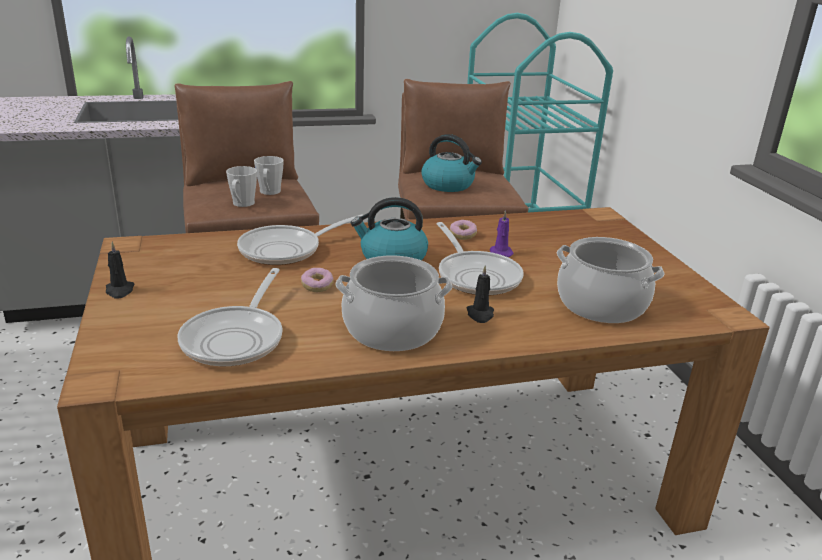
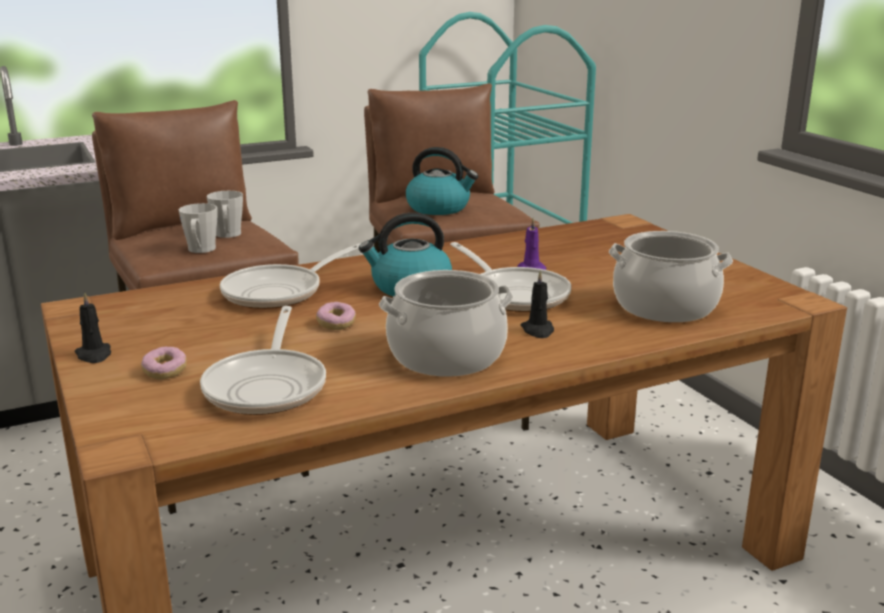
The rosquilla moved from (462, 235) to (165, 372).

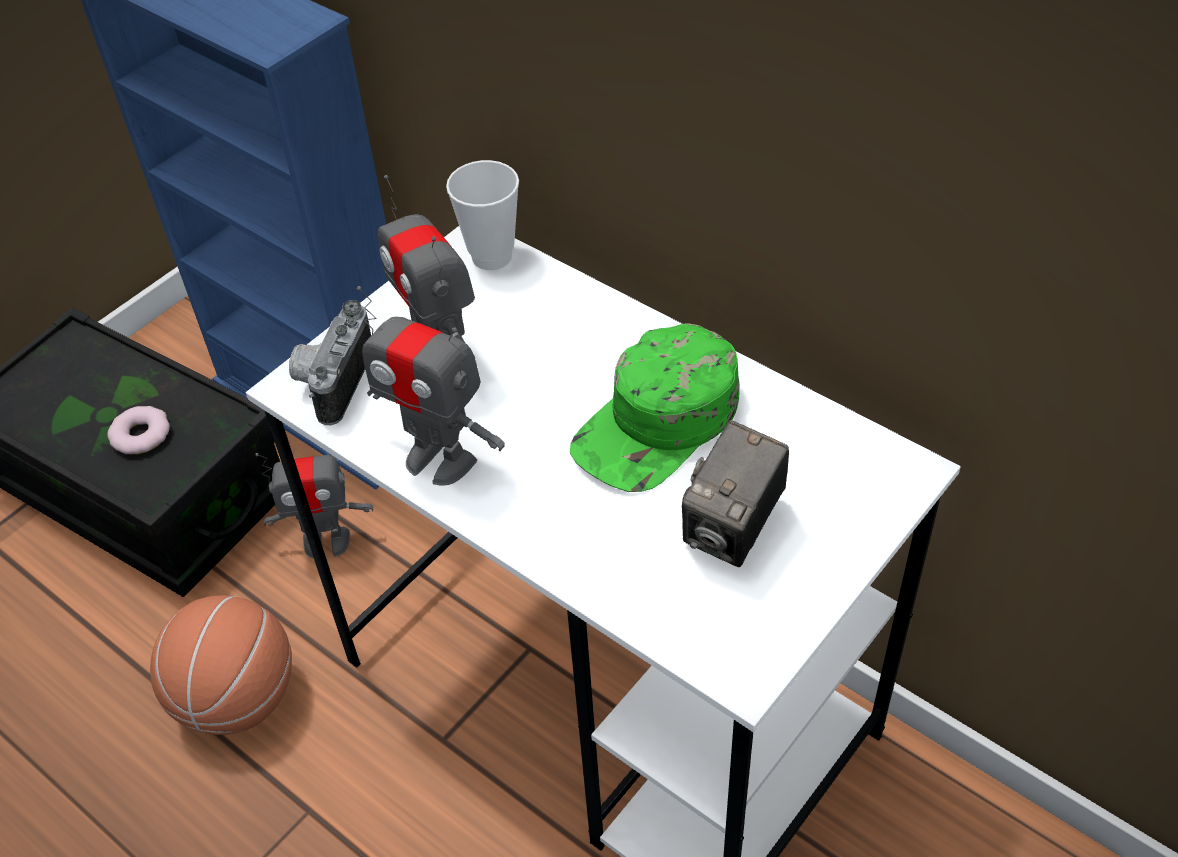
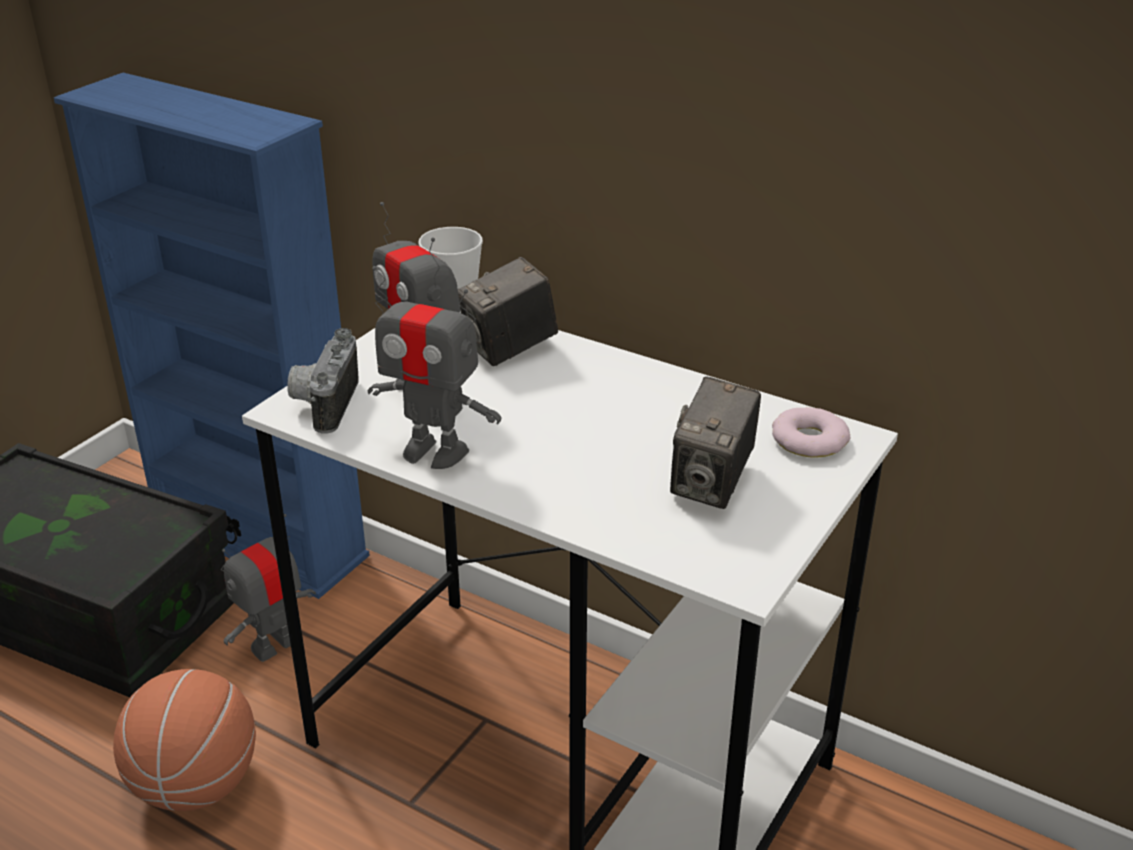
The rosquilla moved from (141, 435) to (808, 440).
The robot de juguete at (326, 542) turned 150 degrees clockwise.
The gorra/verde at (659, 423) disappeared.
The cámara at (509, 349) appeared.

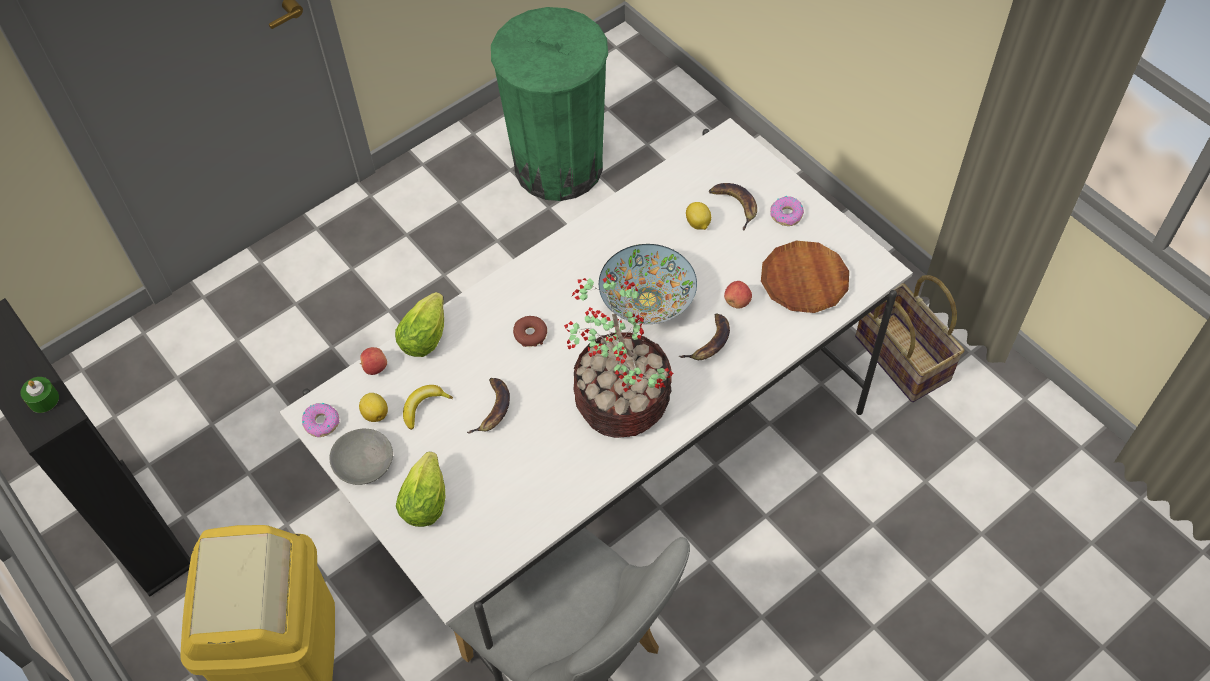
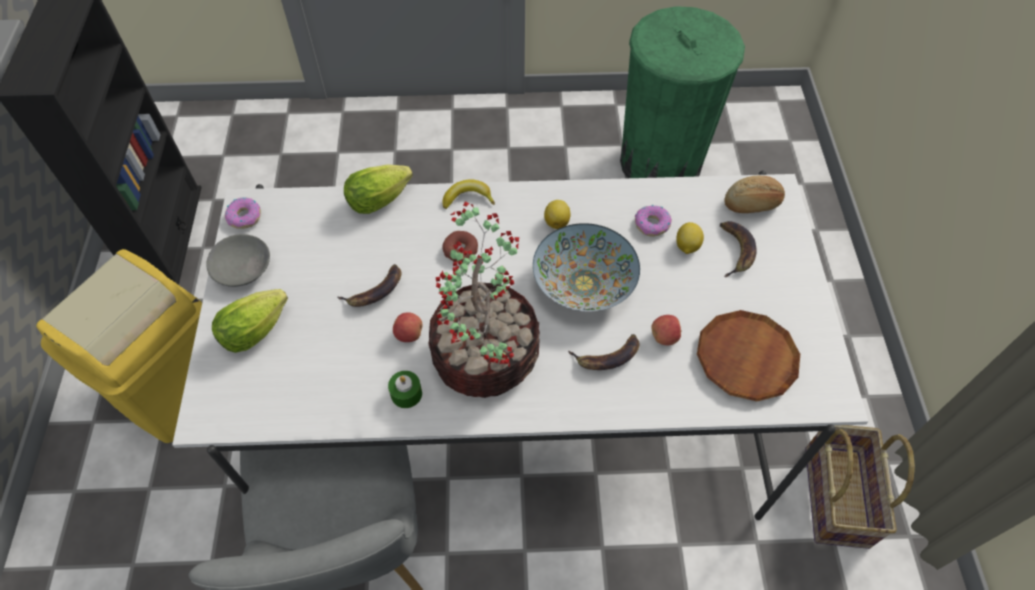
The vela/verde moved from (43, 399) to (406, 394).
The limón moved from (375, 413) to (557, 221).
The manzana moved from (375, 367) to (409, 334).
The plátano moved from (424, 407) to (468, 198).
The rosquilla moved from (786, 214) to (652, 224).
The pan at (752, 204) appeared.

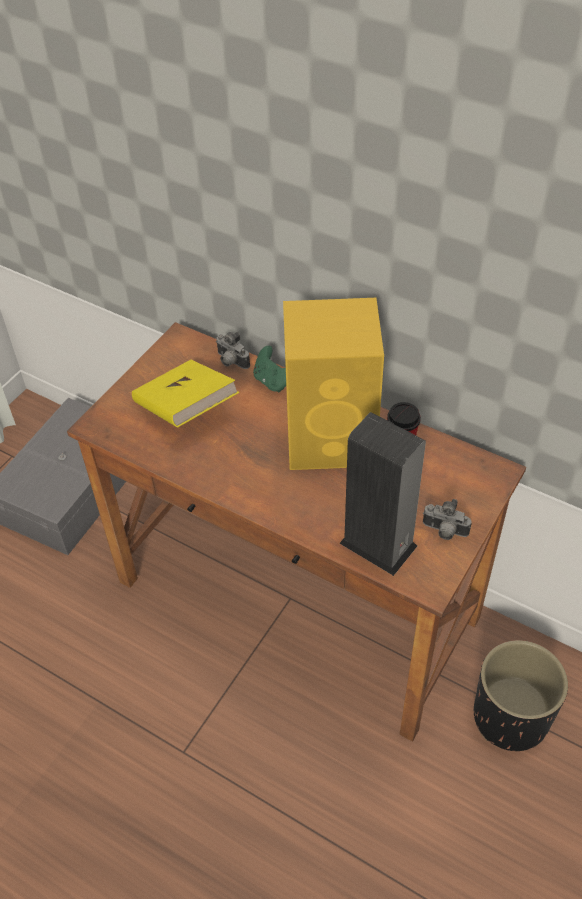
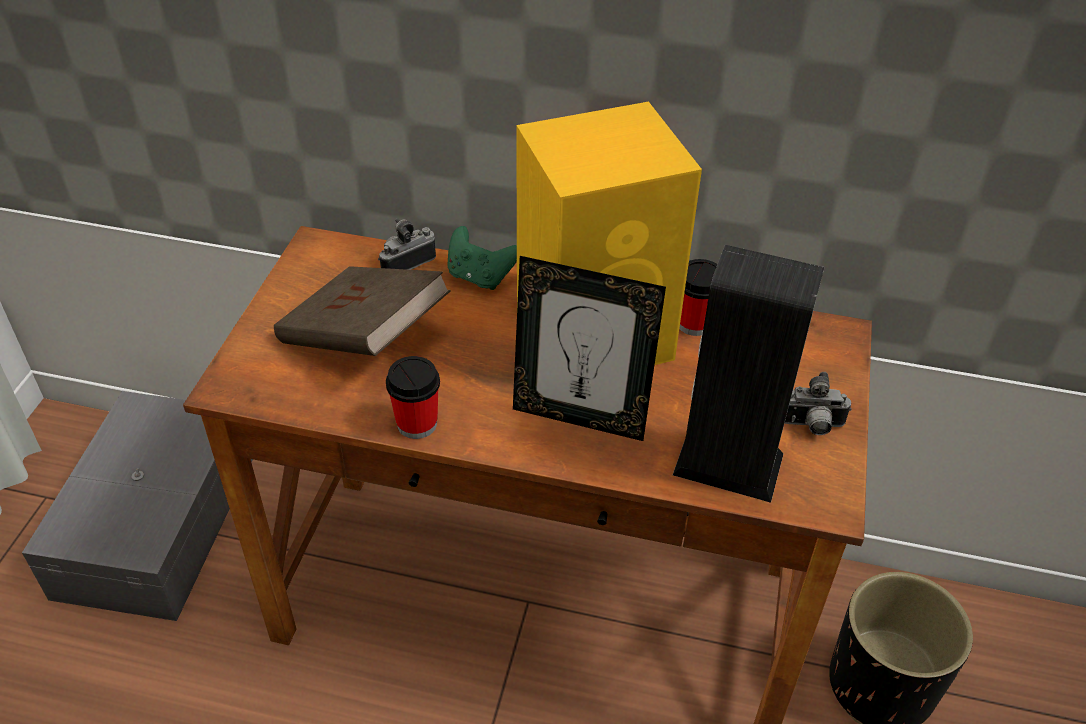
The libro/amarillo at (186, 410) became the libro/marrón at (364, 338).
The cámara at (230, 362) turned 120 degrees clockwise.
The taza at (417, 424) appeared.
The portarretratos at (580, 417) appeared.

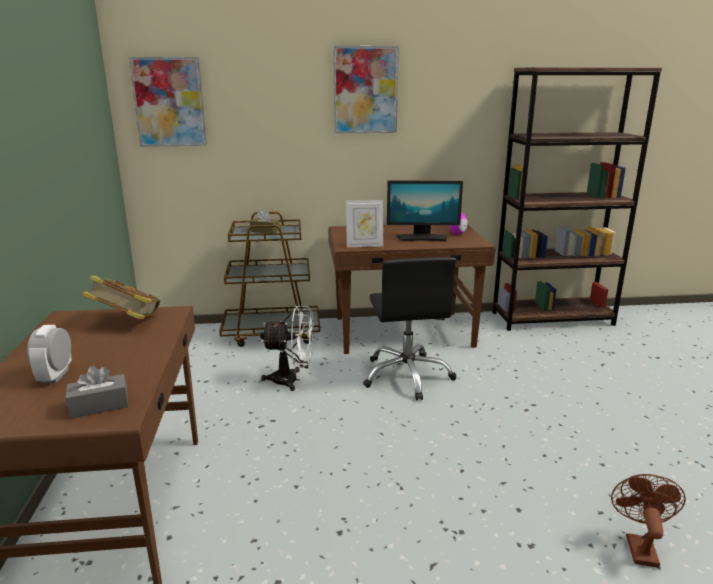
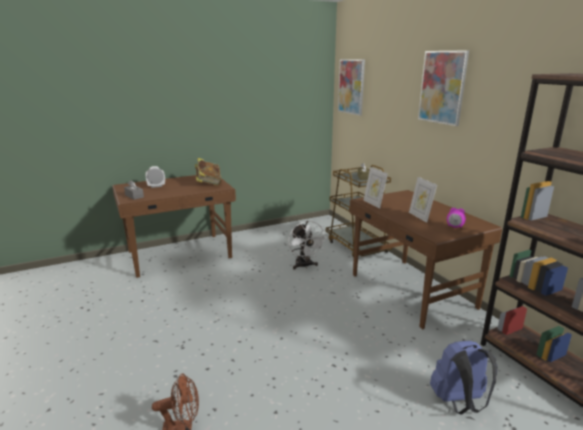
The silla de oficina/negro at (407, 376) disappeared.
The monitor at (422, 238) was replaced by the portarretratos at (420, 217).
The mochila/azul at (459, 403) appeared.

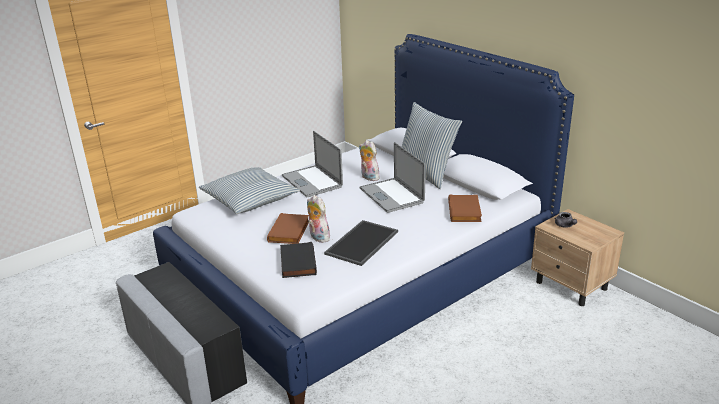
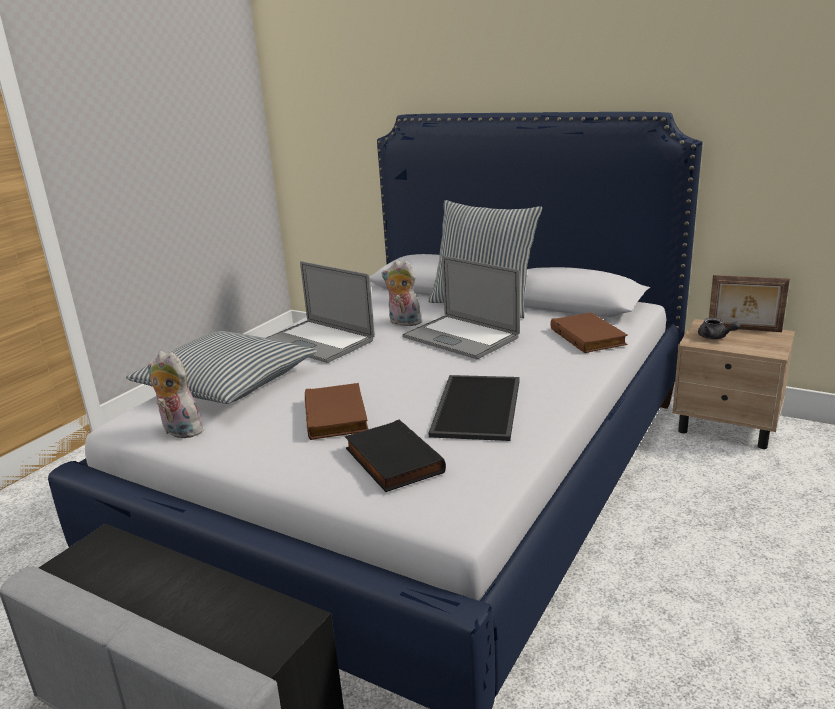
The peluche moved from (317, 237) to (179, 431).
The portarretratos at (744, 329) appeared.

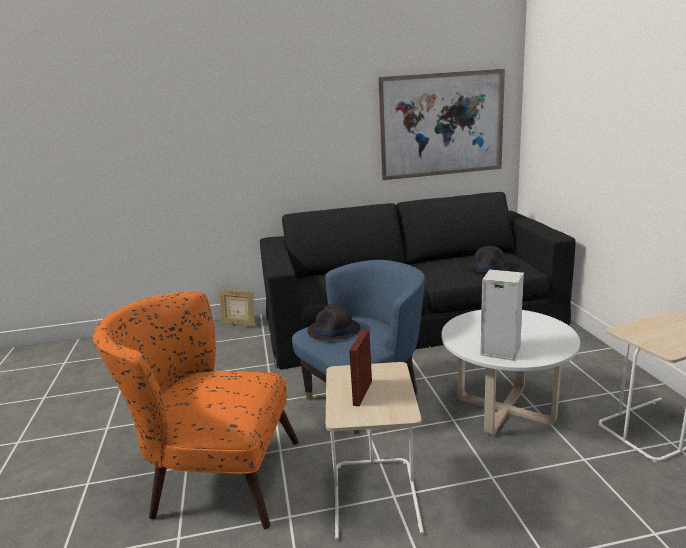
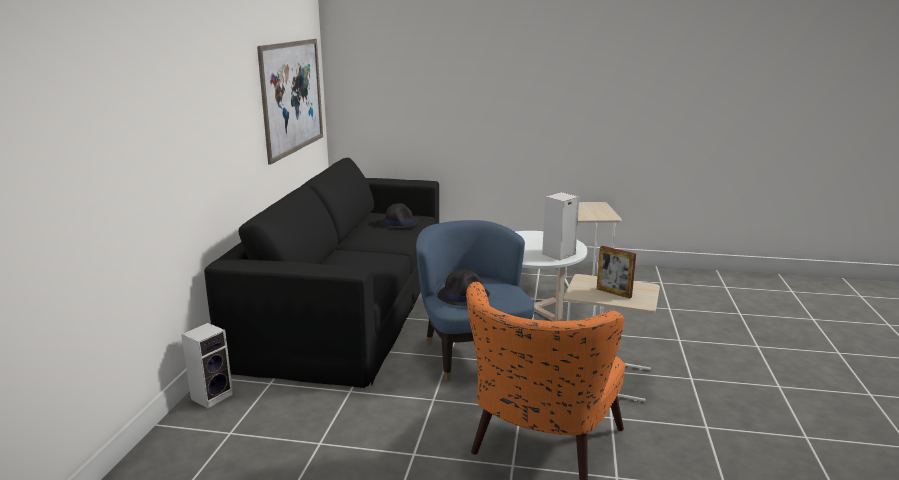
The portarretratos at (239, 324) was replaced by the altavoz at (213, 396).

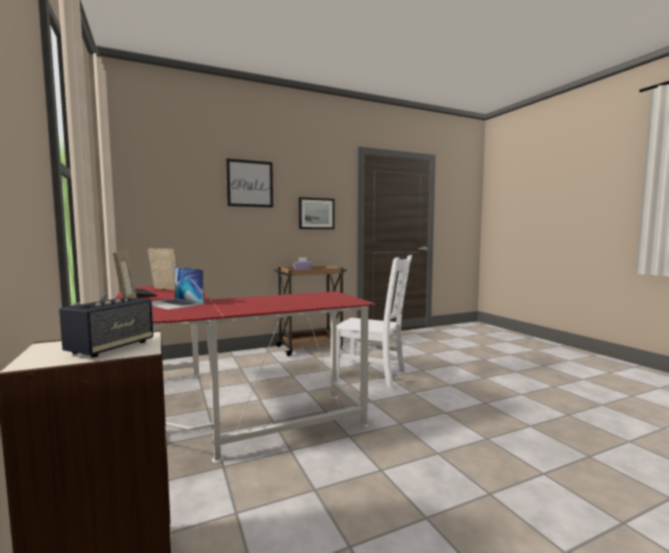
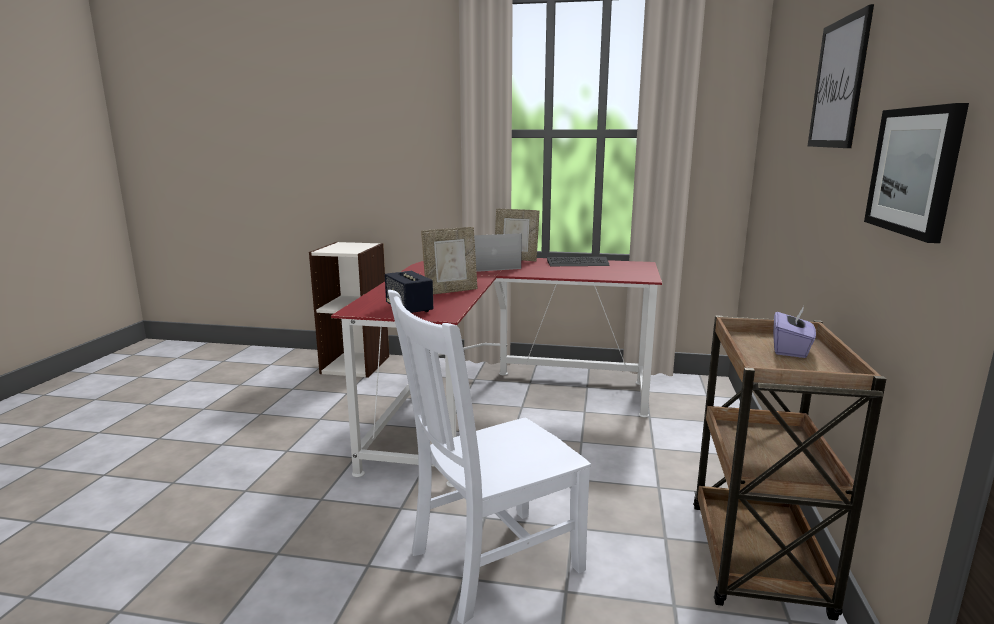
The altavoz moved from (111, 348) to (409, 309).
The portarretratos moved from (165, 289) to (451, 291).

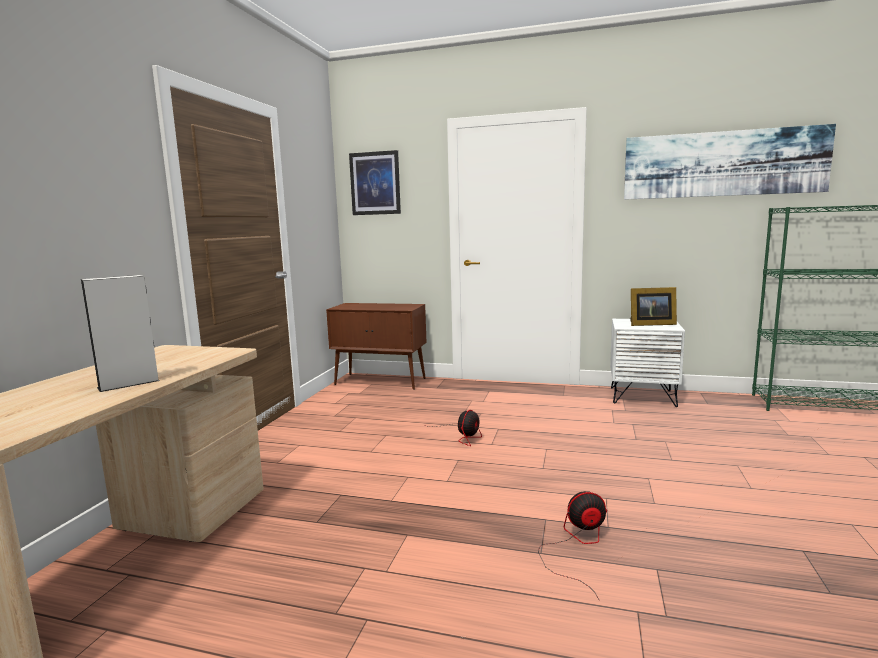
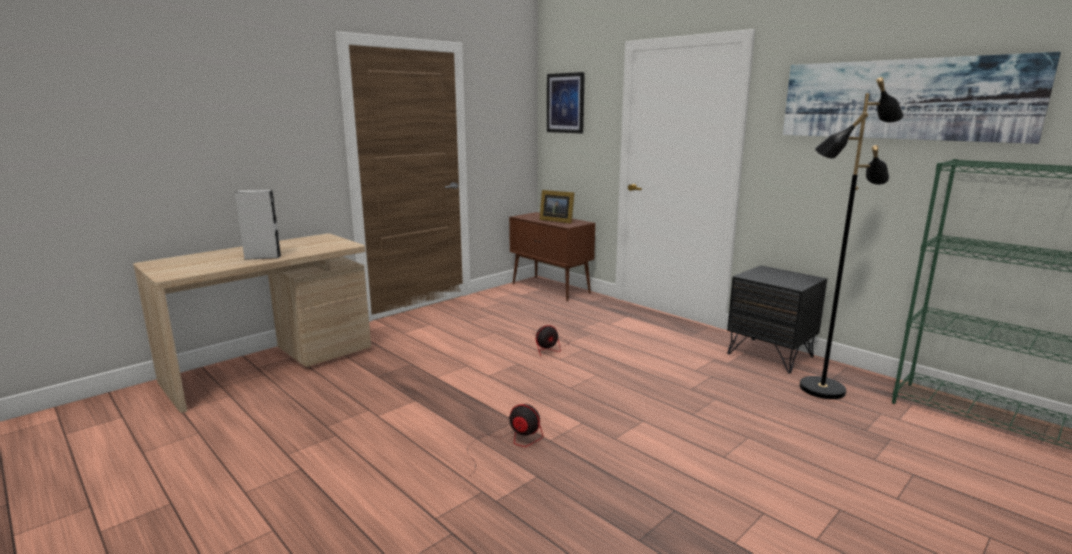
The mesita de noche/blanco at (642, 396) became the mesita de noche/negro at (770, 355).
The portarretratos moved from (650, 324) to (556, 220).
The lámpara de pie/negro at (821, 388) appeared.

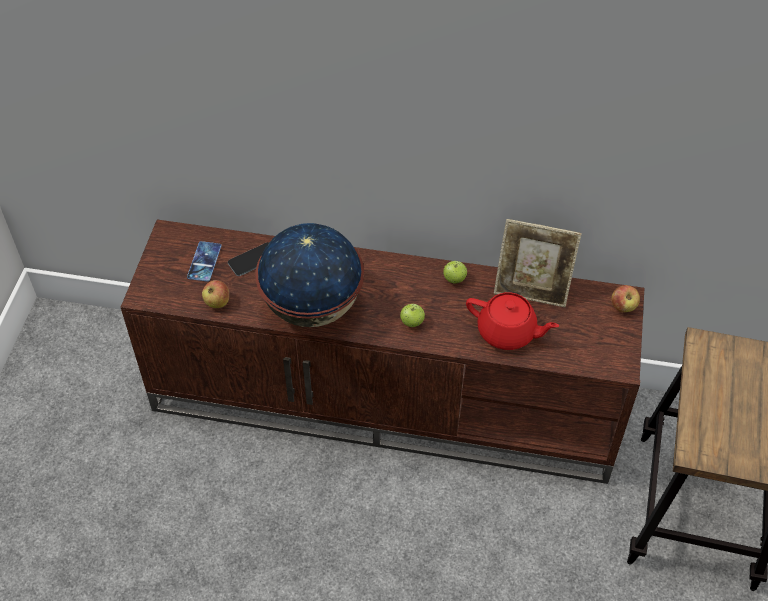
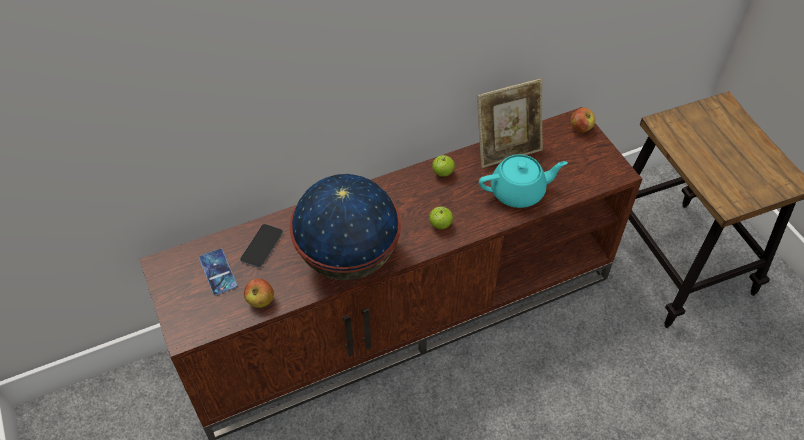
The tetera/rojo at (507, 332) became the tetera/turquesa at (518, 192).

